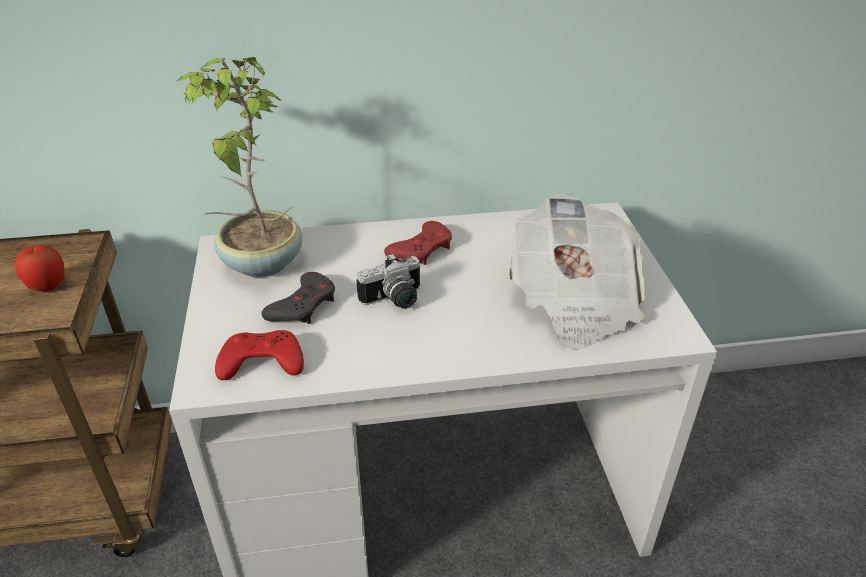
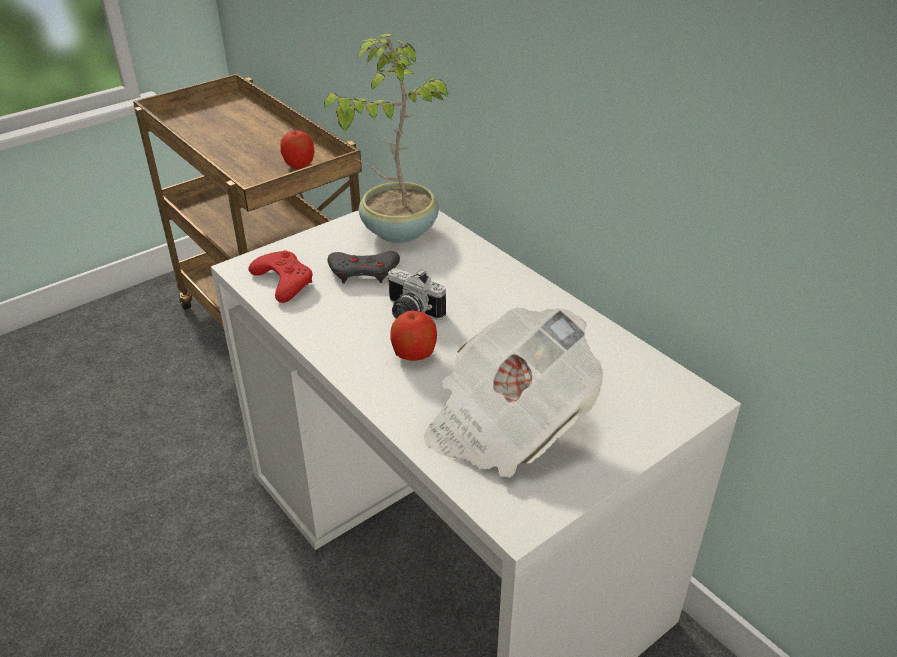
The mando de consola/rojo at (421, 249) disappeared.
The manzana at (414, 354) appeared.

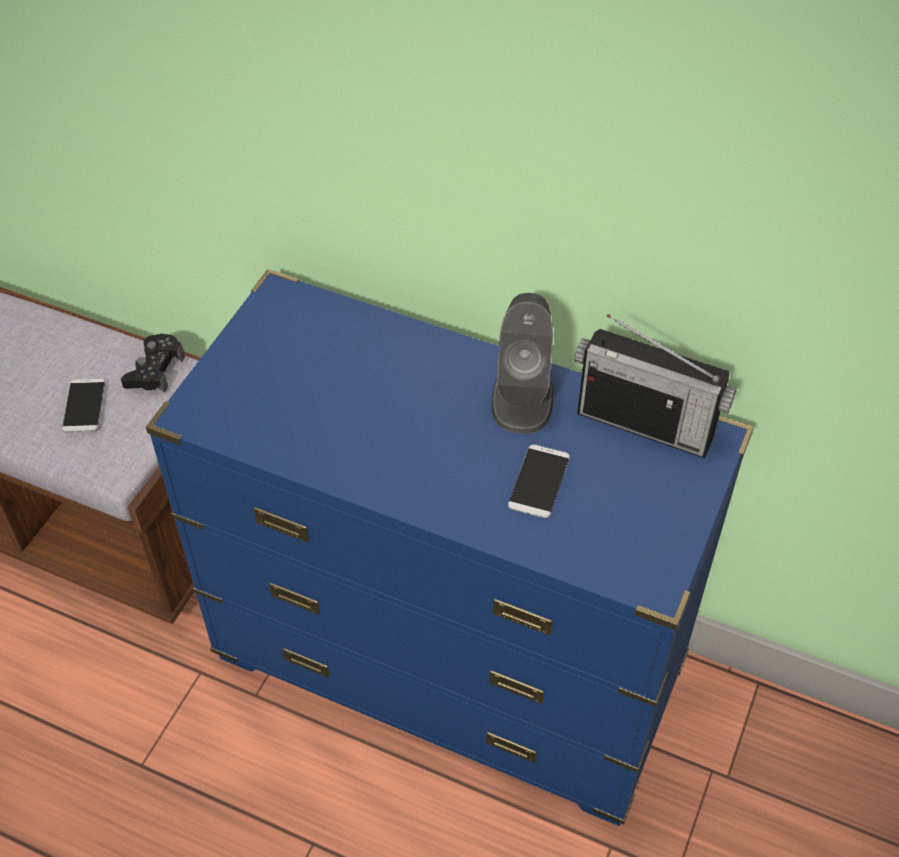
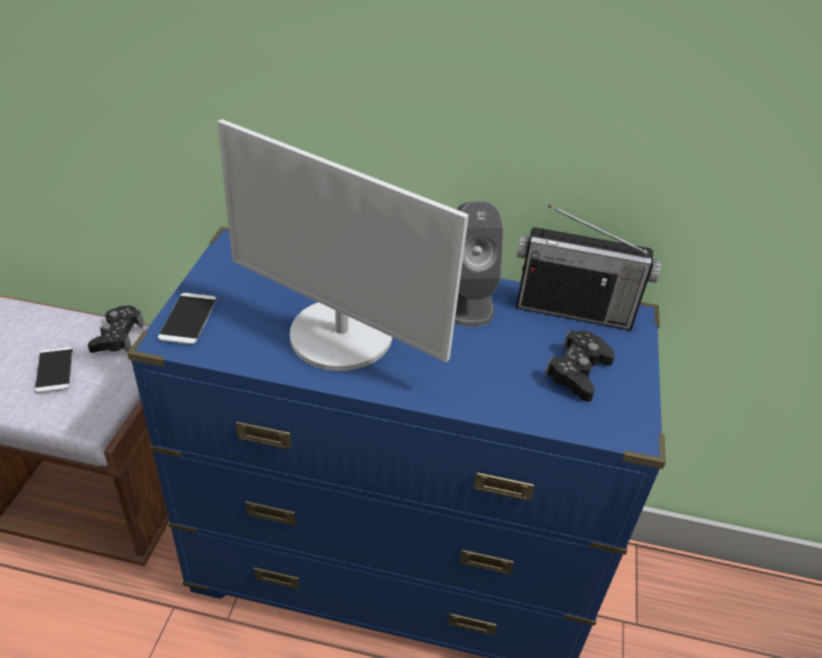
The móvil moved from (539, 481) to (188, 319).
The monitor at (341, 336) appeared.
The mando de consola/negro at (577, 372) appeared.

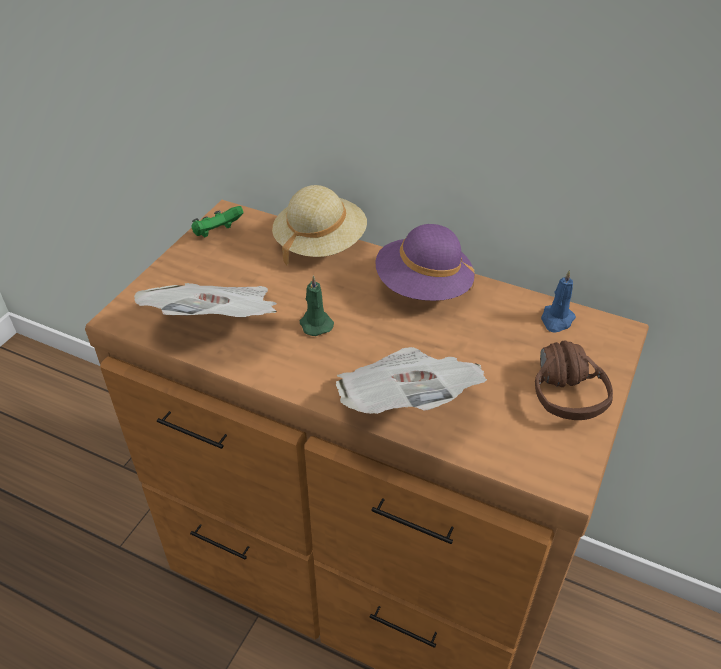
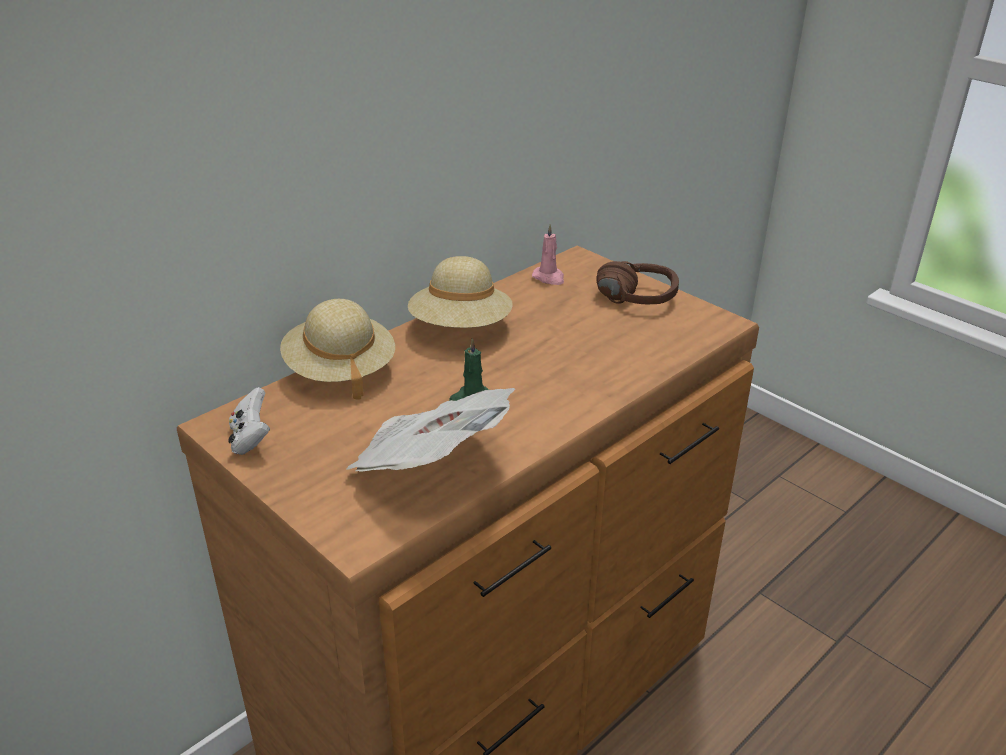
The mando de consola/verde at (217, 233) became the mando de consola/blanco at (251, 439).
The periódico at (405, 404) disappeared.
The sombrero/morado at (423, 288) became the sombrero/beis at (461, 327).
The vela/azul at (556, 320) became the vela/rosa at (549, 278).

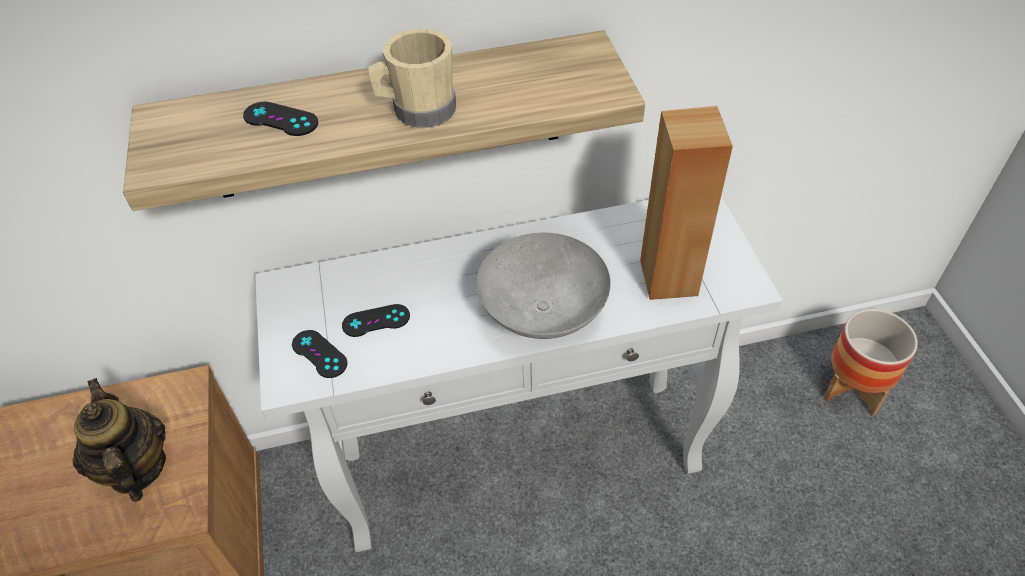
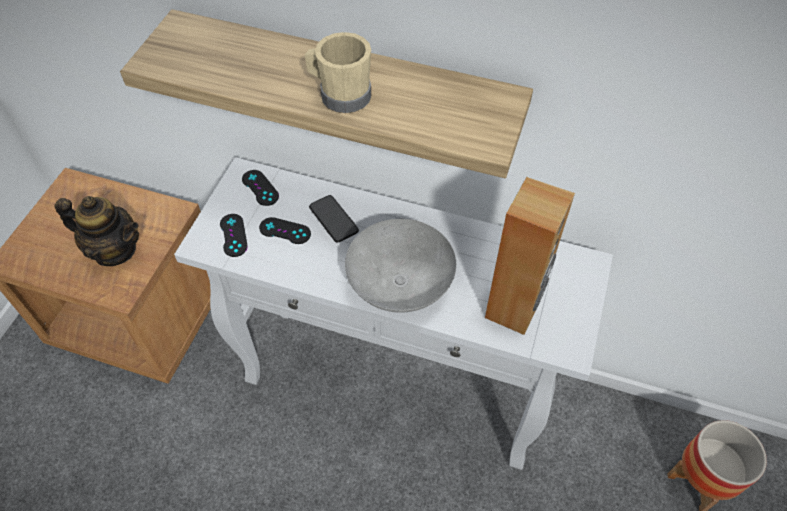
The tetera at (136, 468) turned 105 degrees clockwise.
The mando de consola/negro moved from (280, 119) to (260, 188).
The móvil at (333, 219) appeared.

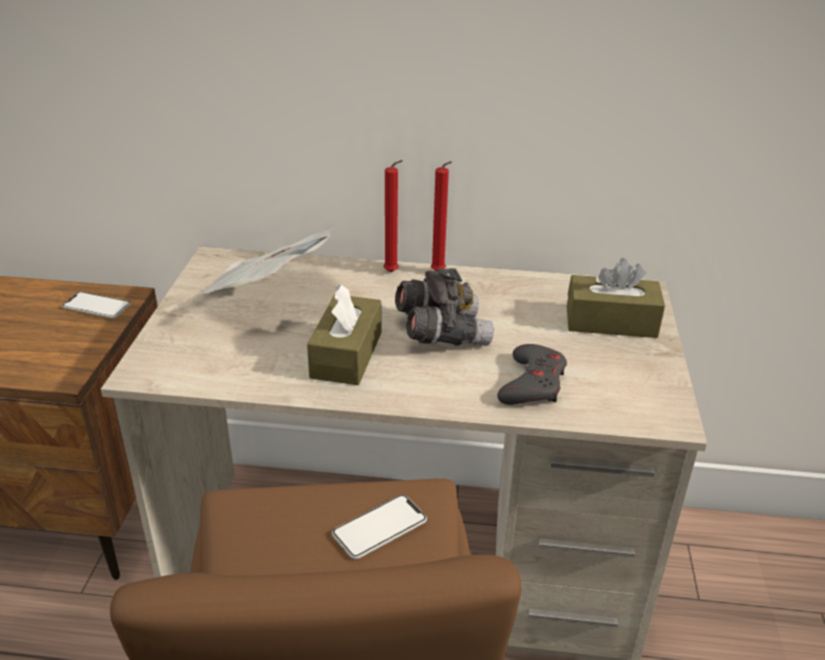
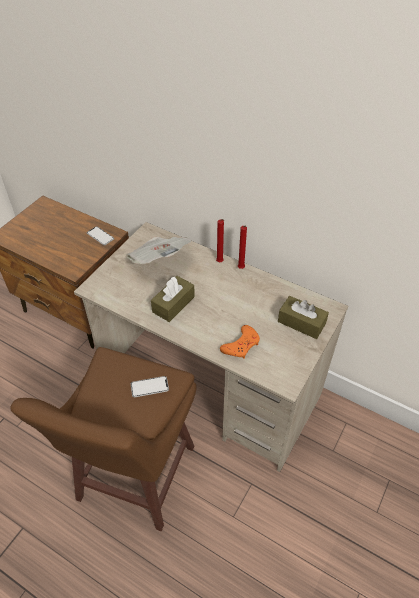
The prismáticos/gris at (441, 333) disappeared.
The mando de consola/gris at (532, 383) became the mando de consola/naranja at (241, 345).

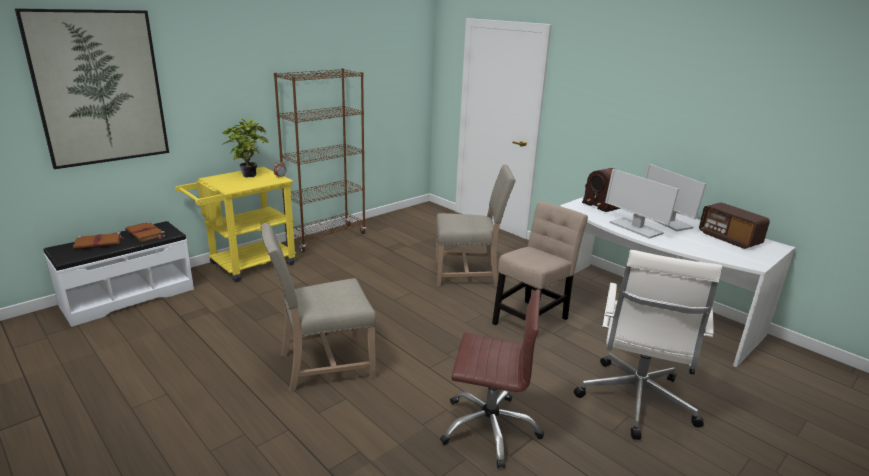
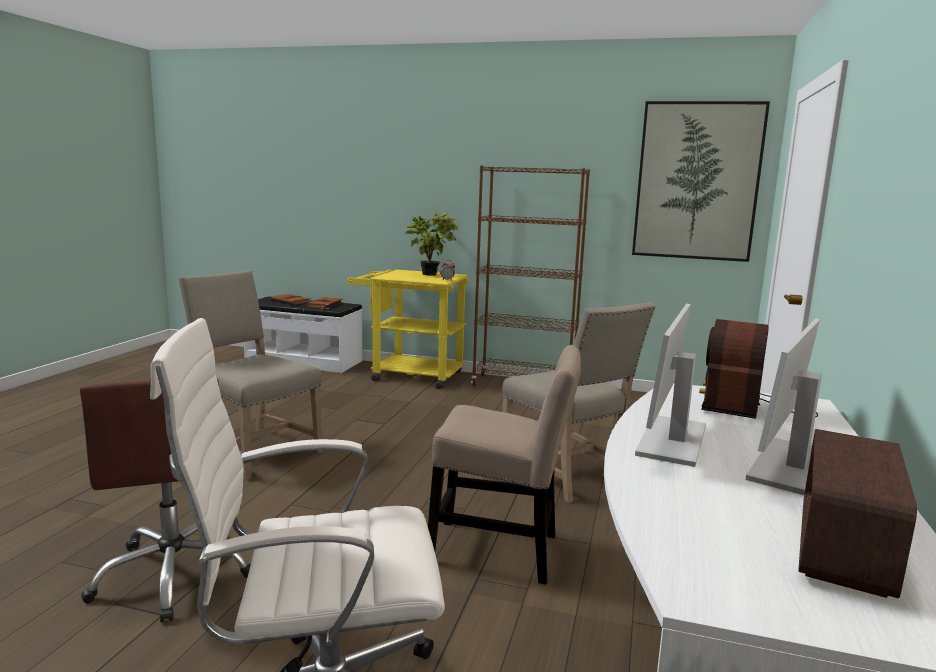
The cuadro moved from (99, 88) to (697, 181).

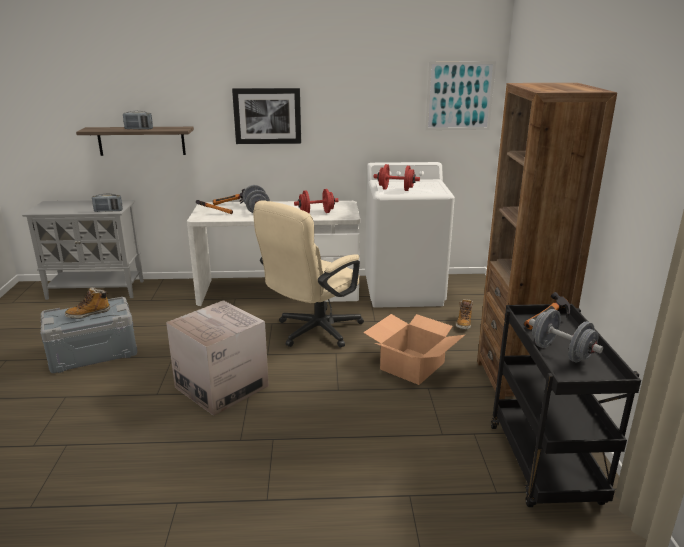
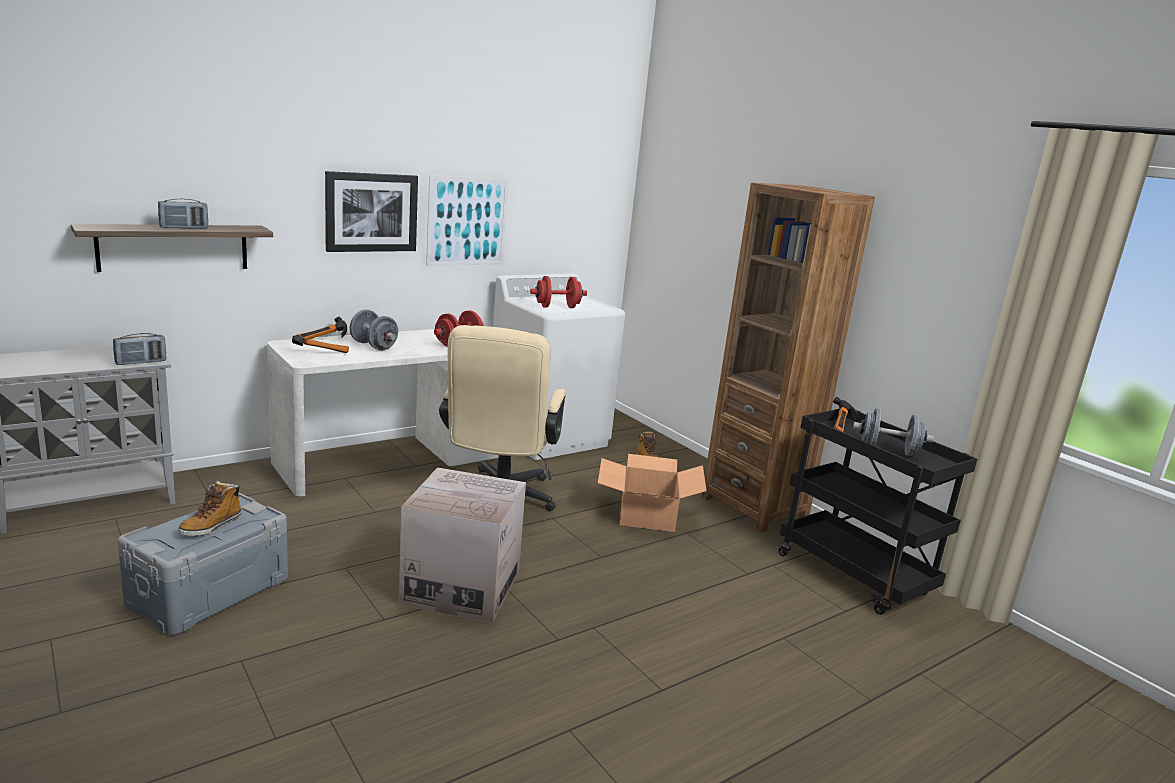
The cuadro moved from (459, 96) to (467, 221).

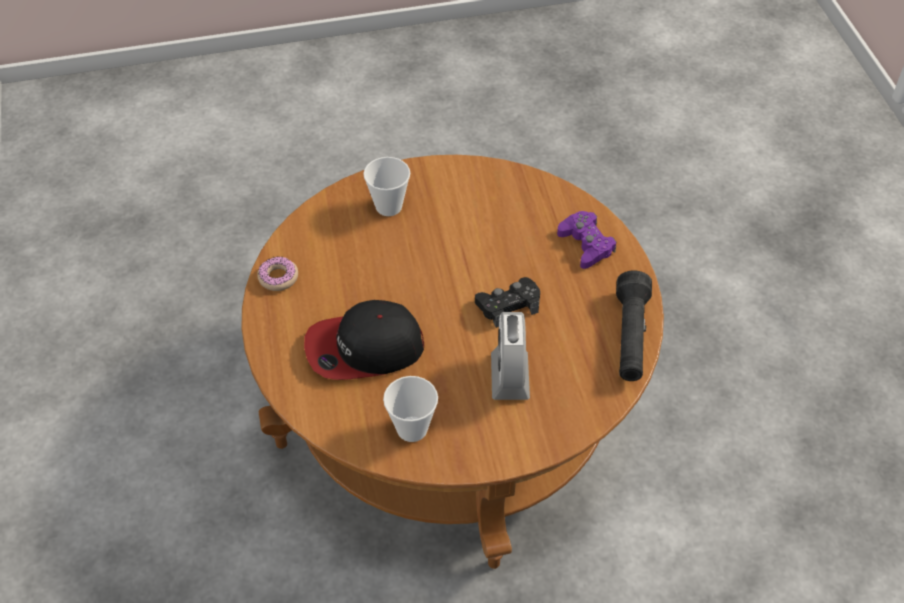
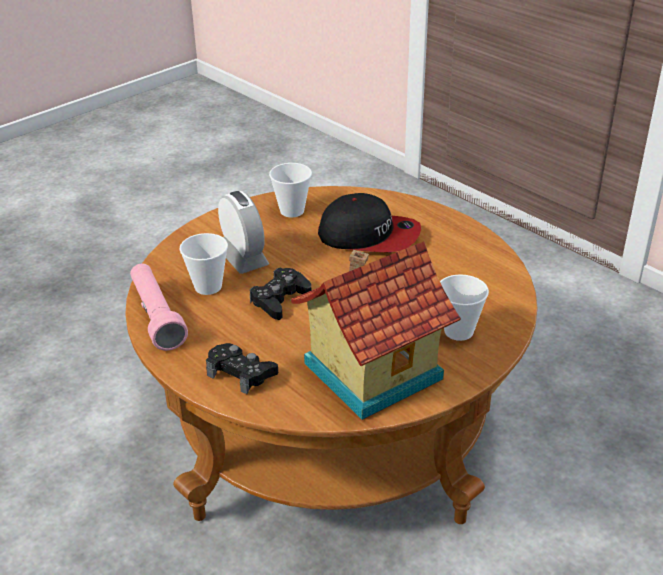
The rosquilla at (278, 277) disappeared.
The gorra at (364, 348) turned 60 degrees clockwise.
The mando de consola/morado at (586, 244) became the mando de consola/negro at (241, 373).
The linterna/negro at (630, 337) became the linterna/rosa at (156, 316).
The taza at (208, 286) appeared.
The casita at (370, 369) appeared.

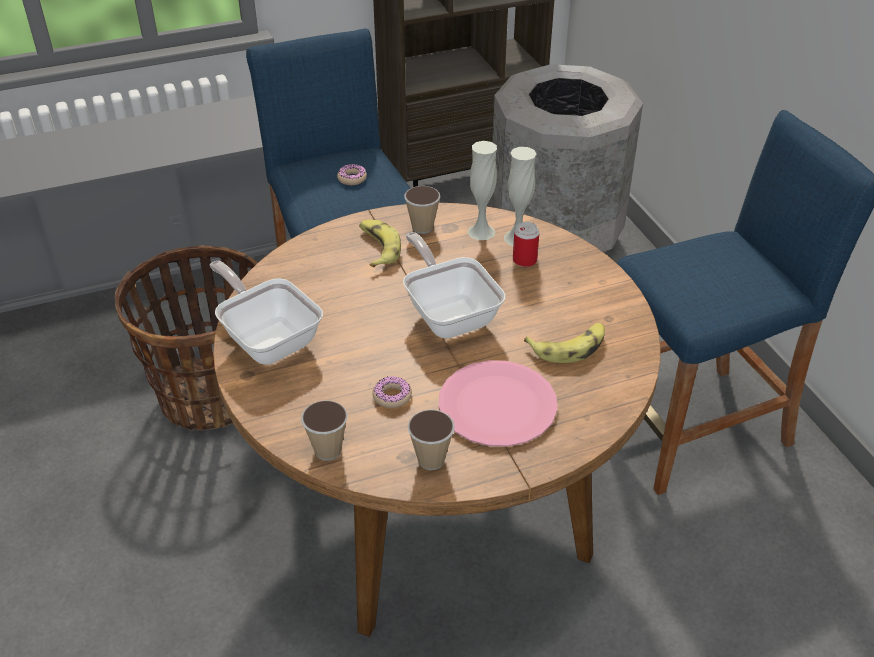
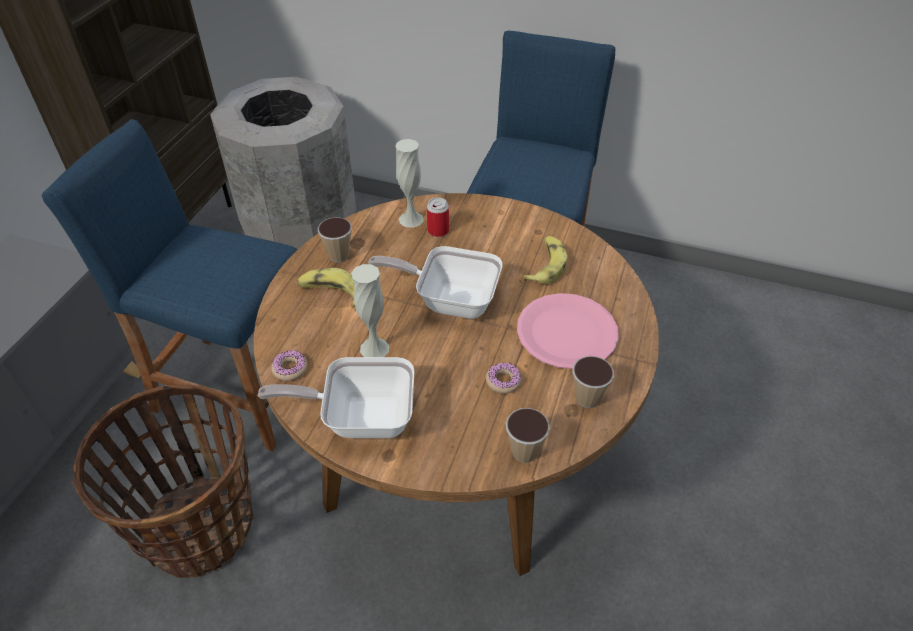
The rosquilla moved from (352, 178) to (290, 369).
The florero/blanco moved from (481, 232) to (374, 348).

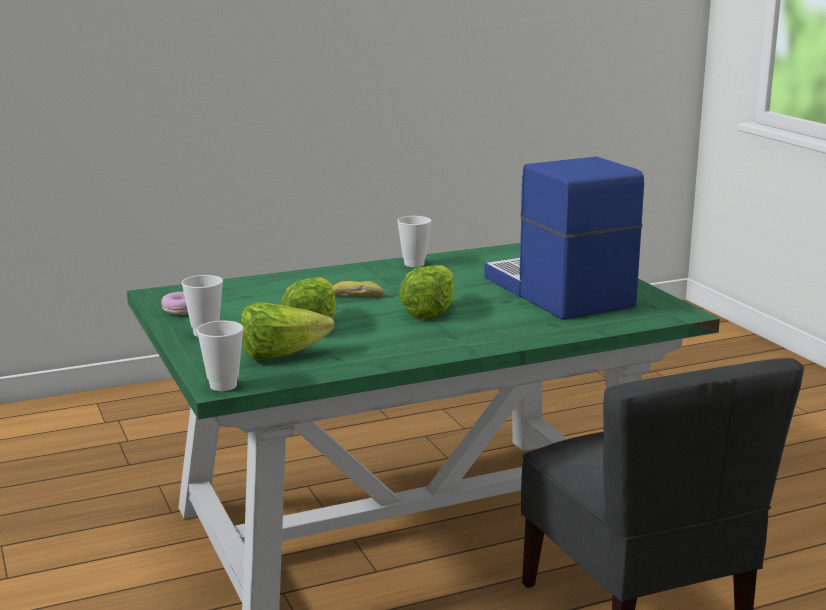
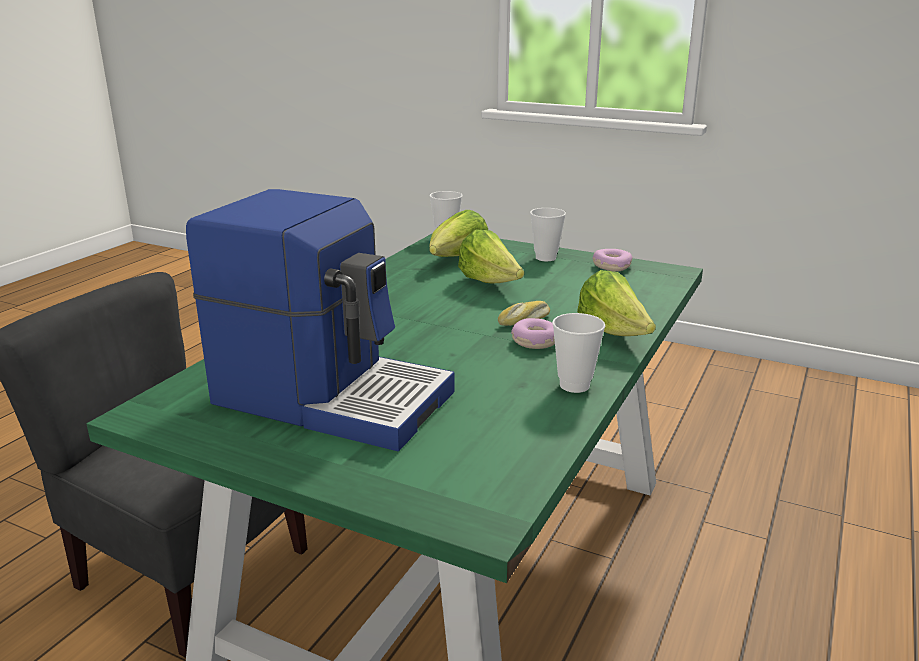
The lechuga moved from (430, 311) to (614, 334).
The rosquilla at (535, 342) appeared.

